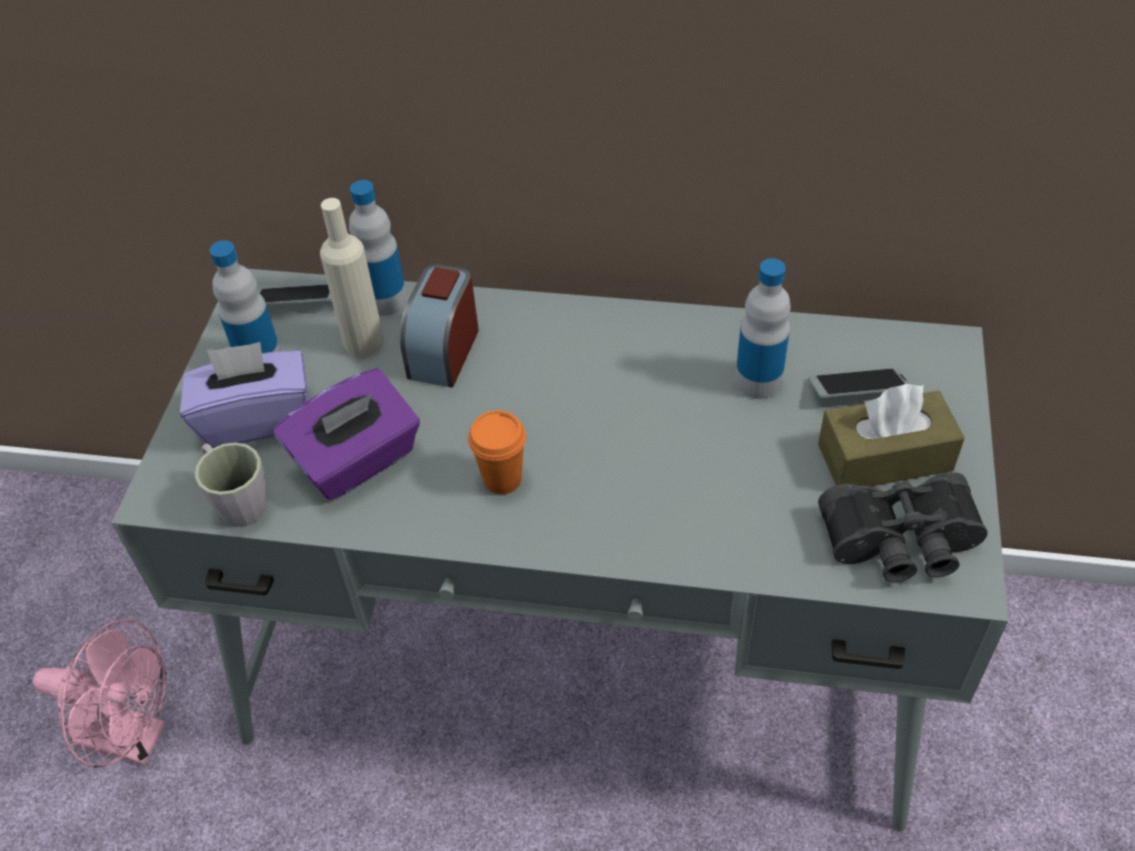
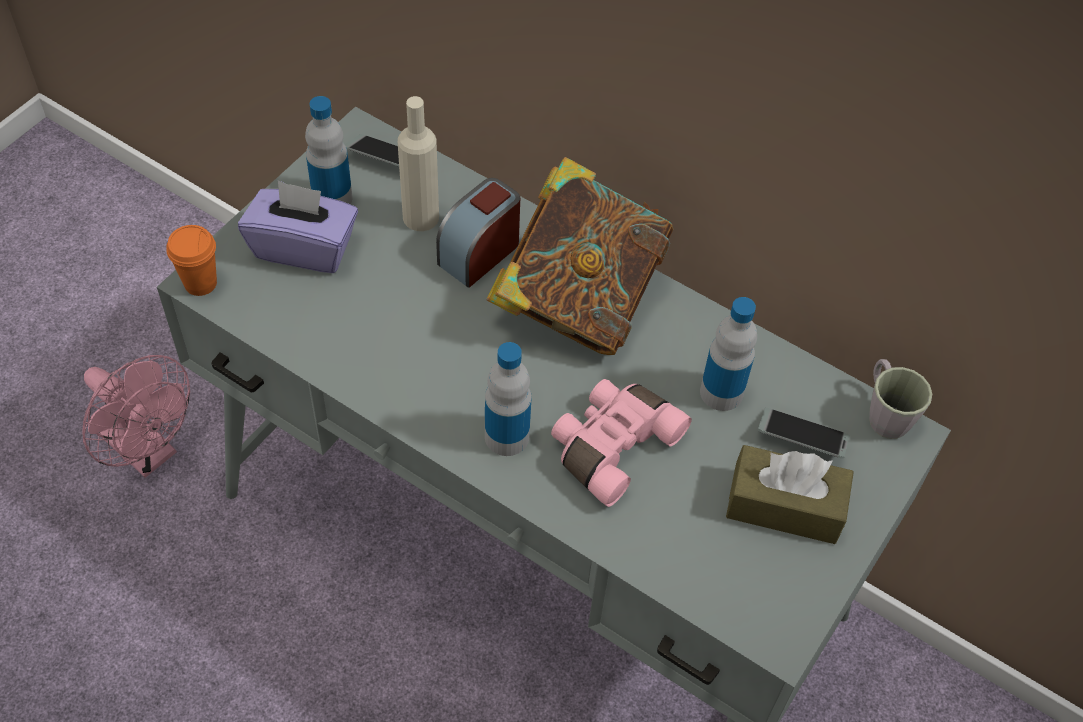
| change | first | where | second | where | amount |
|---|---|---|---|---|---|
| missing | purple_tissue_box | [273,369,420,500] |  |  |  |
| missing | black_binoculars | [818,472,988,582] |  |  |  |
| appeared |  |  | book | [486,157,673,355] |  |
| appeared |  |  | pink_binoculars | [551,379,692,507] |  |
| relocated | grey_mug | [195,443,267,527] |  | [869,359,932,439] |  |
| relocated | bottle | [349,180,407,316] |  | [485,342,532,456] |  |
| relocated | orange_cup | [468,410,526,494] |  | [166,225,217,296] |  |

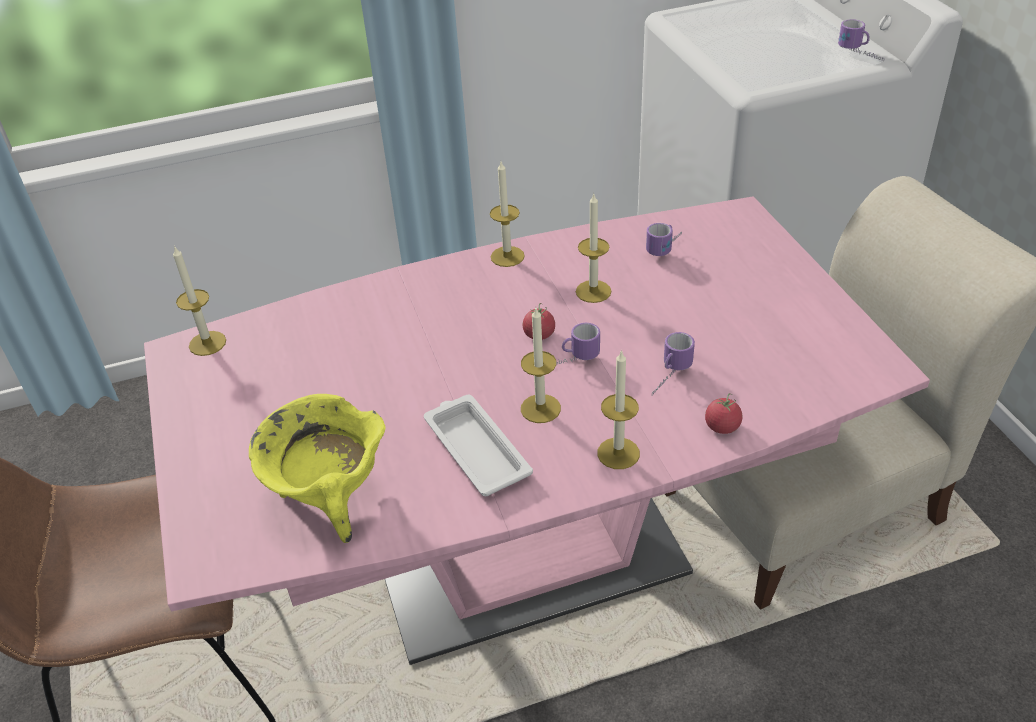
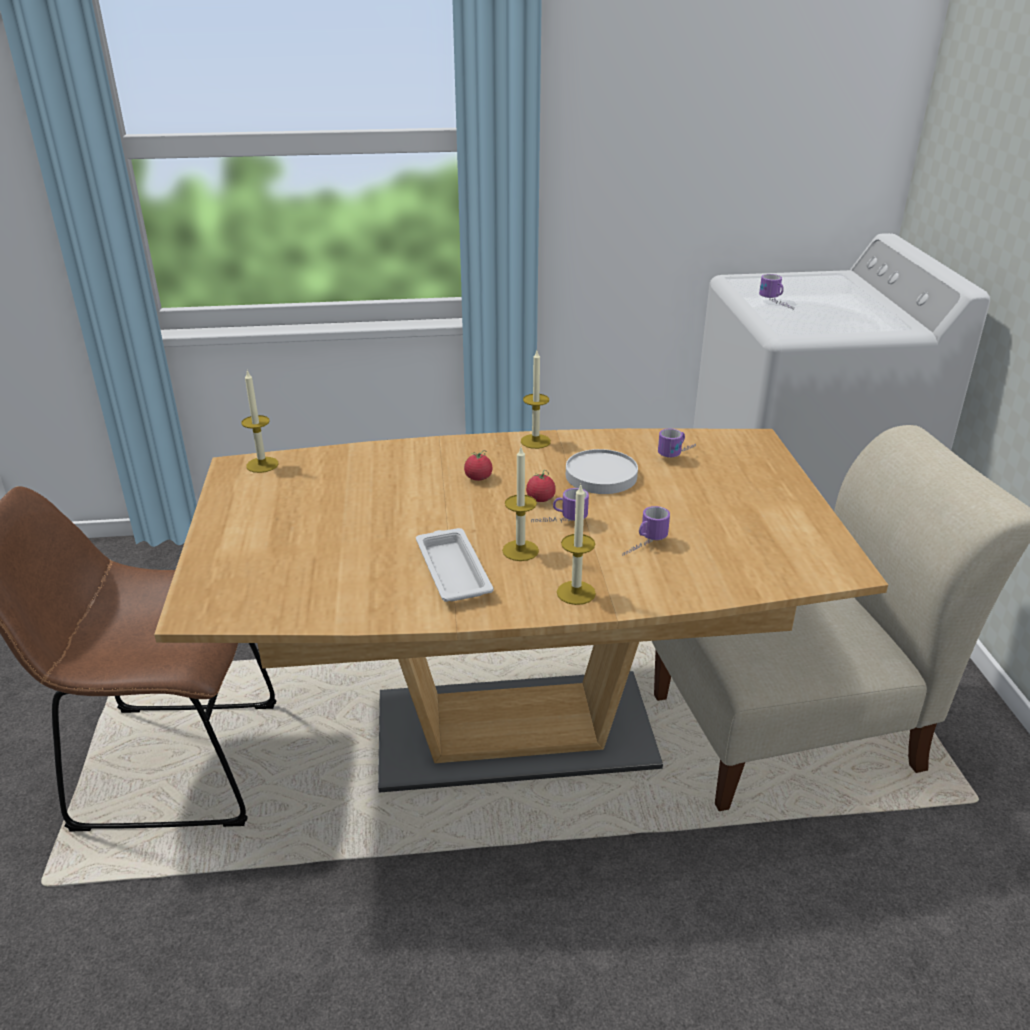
| change | first | where | second | where | amount |
|---|---|---|---|---|---|
| missing | yellow_cooking_pot | [249,394,385,543] |  |  |  |
| relocated | tomato | [705,393,742,434] |  | [464,450,493,481] |  |
| relocated | mug | [838,19,885,61] |  | [759,274,794,310] |  |
| exchanged | candle | [576,194,612,303] | white_plate | [566,449,638,494] |  |
| colour | pink_dining_table | [144,196,930,665] | brown_dining_table | [154,428,888,793] |  |

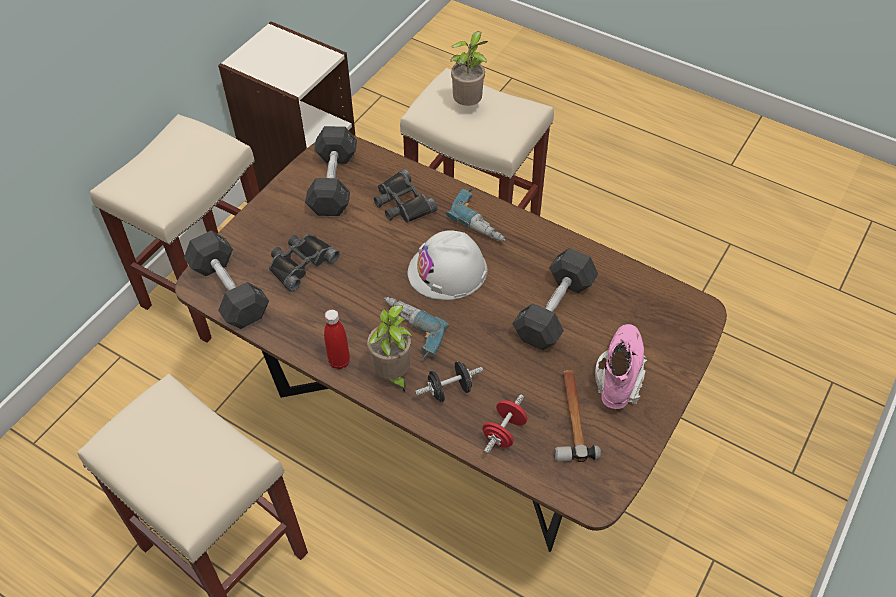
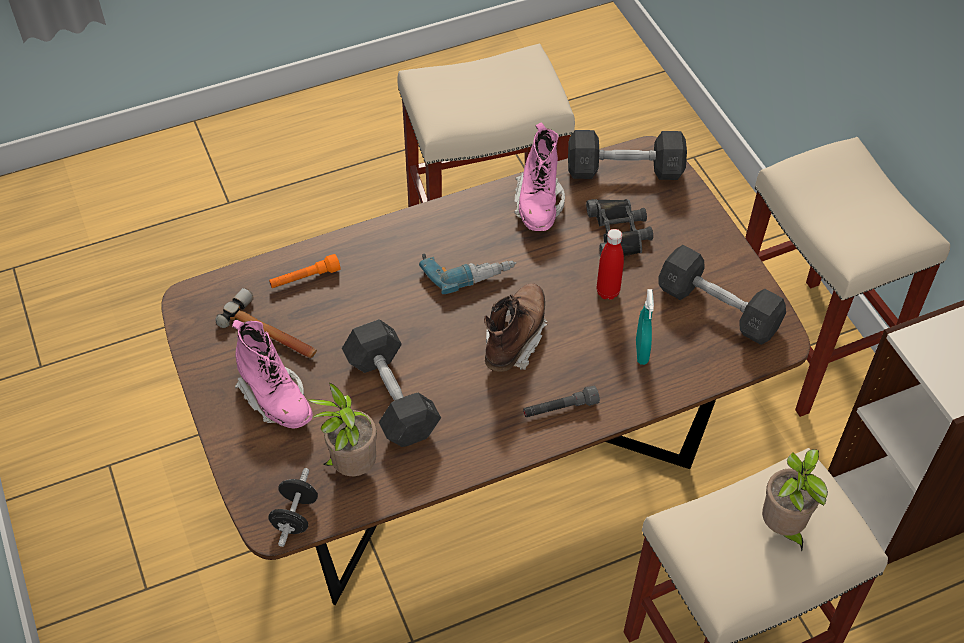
| change | first | where | second | where | amount |
|---|---|---|---|---|---|
| appeared |  |  | pink_boot | [514,122,565,231] |  |
| relocated | red_bottle | [324,309,350,369] |  | [597,229,624,300] |  |
| relocated | potted_plant | [367,305,413,393] |  | [308,382,377,476] |  |
| relocated | black_dumbbell | [415,361,483,402] |  | [268,468,318,547] |  |
| exchanged | black_binoculars | [374,169,437,223] | turquoise_spray_bottle | [636,289,654,365] |  |
| exchanged | white_hard_hat | [408,230,488,300] | brown_boot | [484,283,548,372] |  |
| exchanged | power_drill | [446,188,506,242] | grey_flashlight | [523,386,600,417] |  |
| exchanged | red_dumbbell | [482,394,527,454] | orange_flashlight | [269,254,341,288] |  |

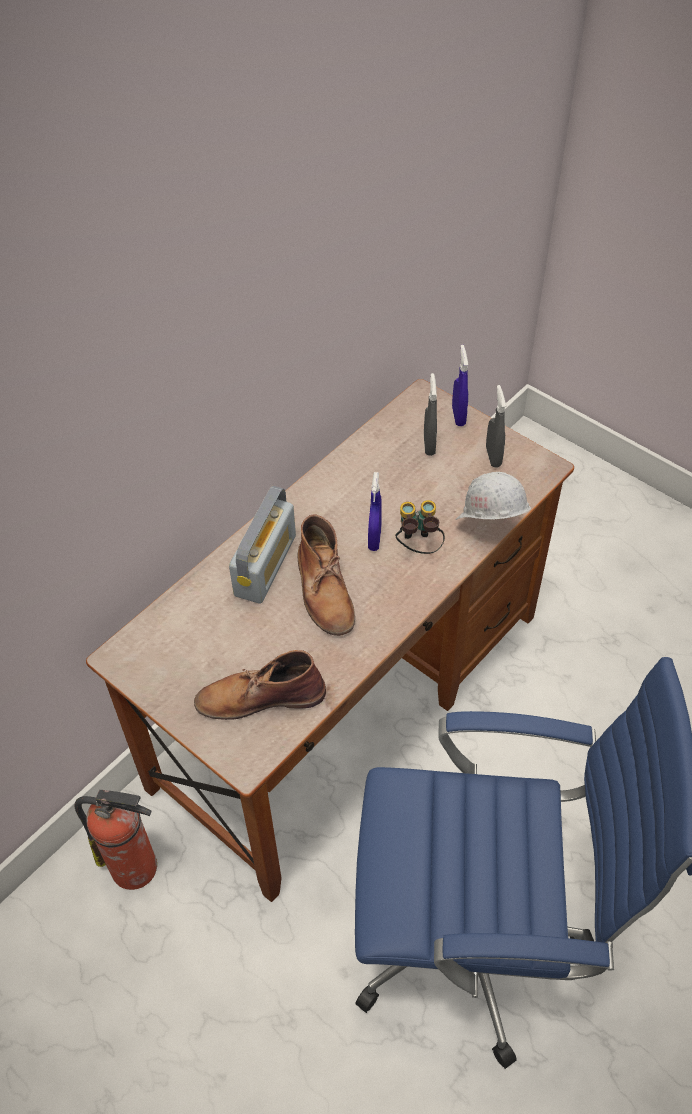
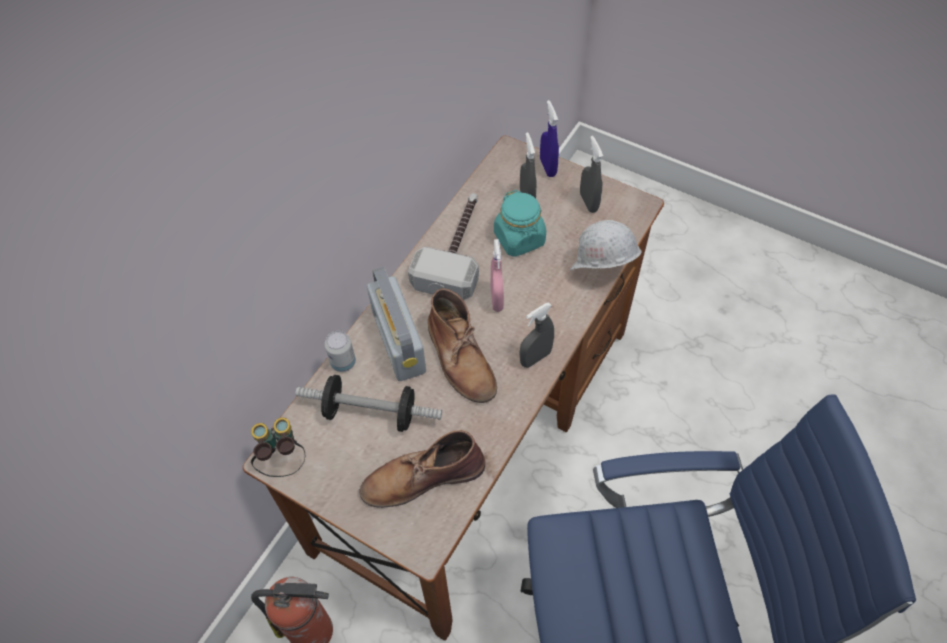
| change | first | where | second | where | amount |
|---|---|---|---|---|---|
| appeared |  |  | dumbbell | [296,375,442,432] |  |
| appeared |  |  | can | [325,331,356,372] |  |
| appeared |  |  | hammer | [408,193,479,300] |  |
| appeared |  |  | turquoise_jar | [494,190,546,257] |  |
| appeared |  |  | grey_spray_bottle | [519,302,554,368] |  |
| relocated | binoculars | [395,500,445,554] |  | [251,418,305,477] |  |
| colour | blue_spray_bottle | [368,472,382,551] | pink_spray_bottle | [491,239,504,312] |  |
| spun | radio | [229,486,296,604] |  | [367,267,426,381] | 150 degrees clockwise |

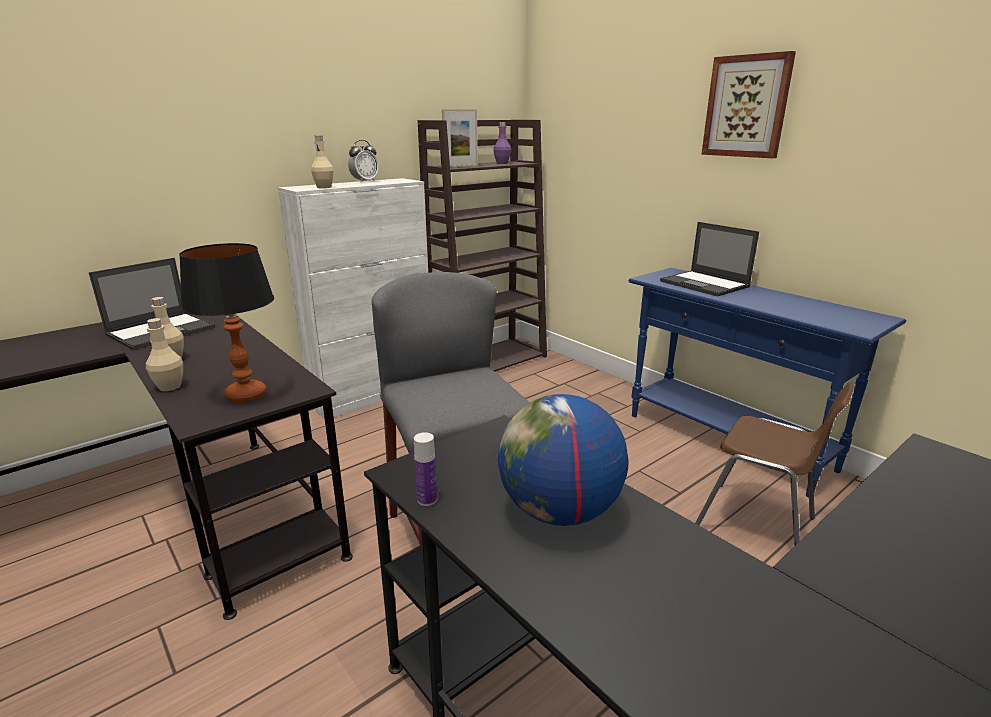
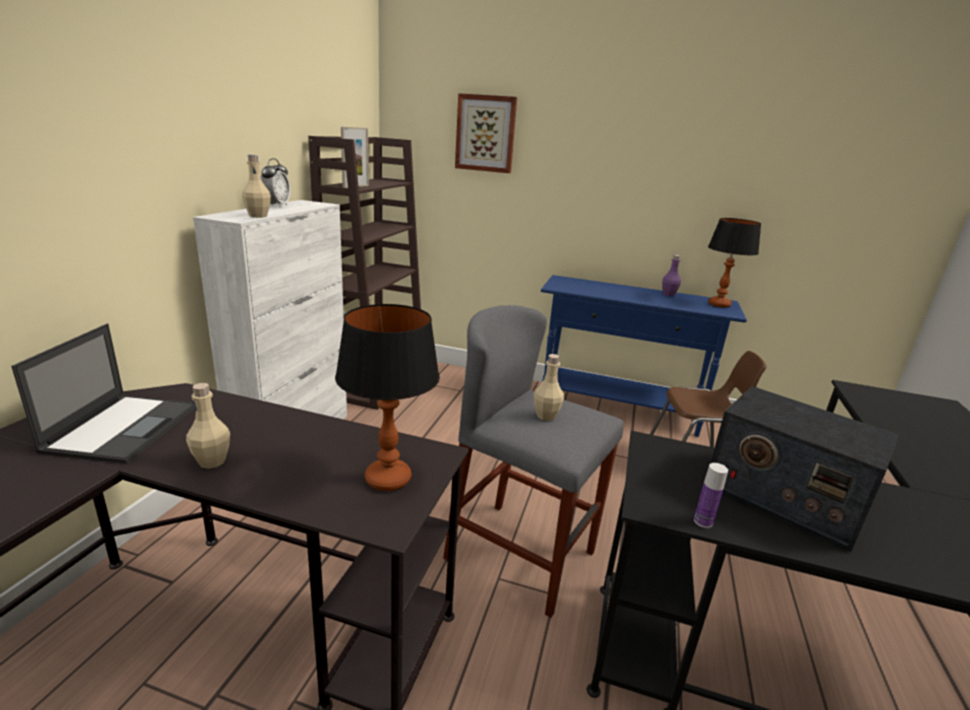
| change | first | where | second | where | amount |
|---|---|---|---|---|---|
| missing | laptop | [660,222,759,297] |  |  |  |
| appeared |  |  | table_lamp | [708,218,761,308] |  |
| relocated | beige_bottle | [146,318,183,391] |  | [534,354,564,421] |  |
| relocated | purple_bottle | [494,122,511,164] |  | [662,255,681,296] |  |
| relocated | picture | [701,51,796,158] |  | [455,93,517,173] |  |
| exchanged | globe | [498,394,628,526] | radio | [710,386,899,552] |  |

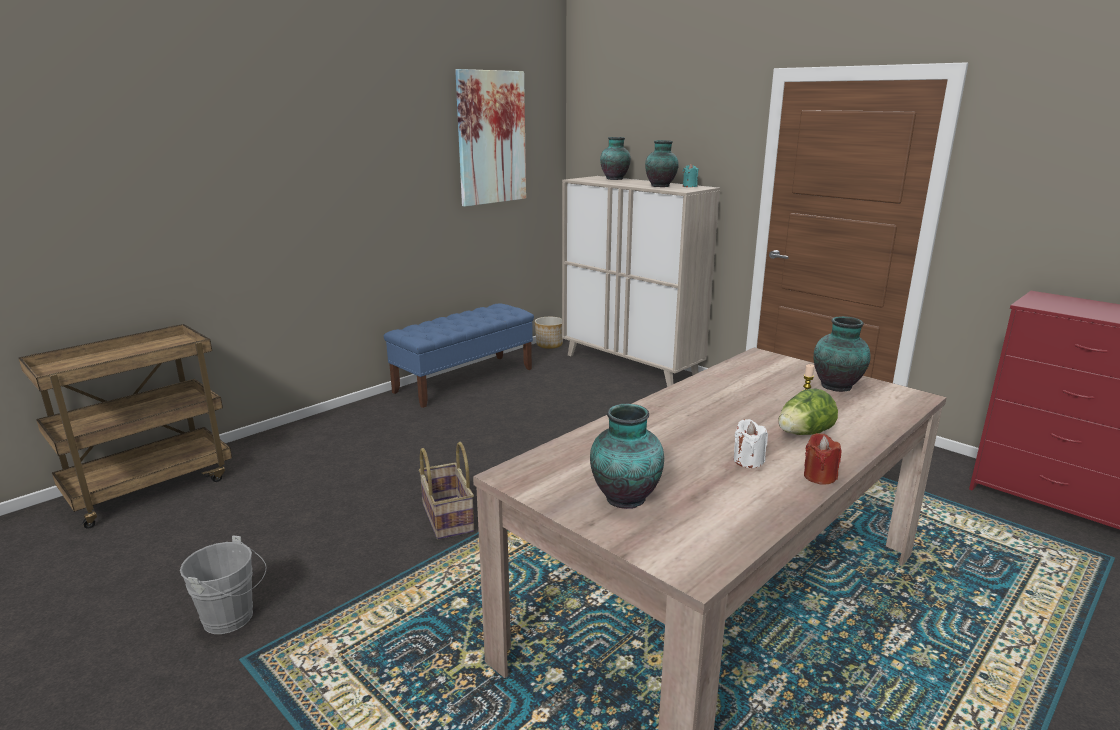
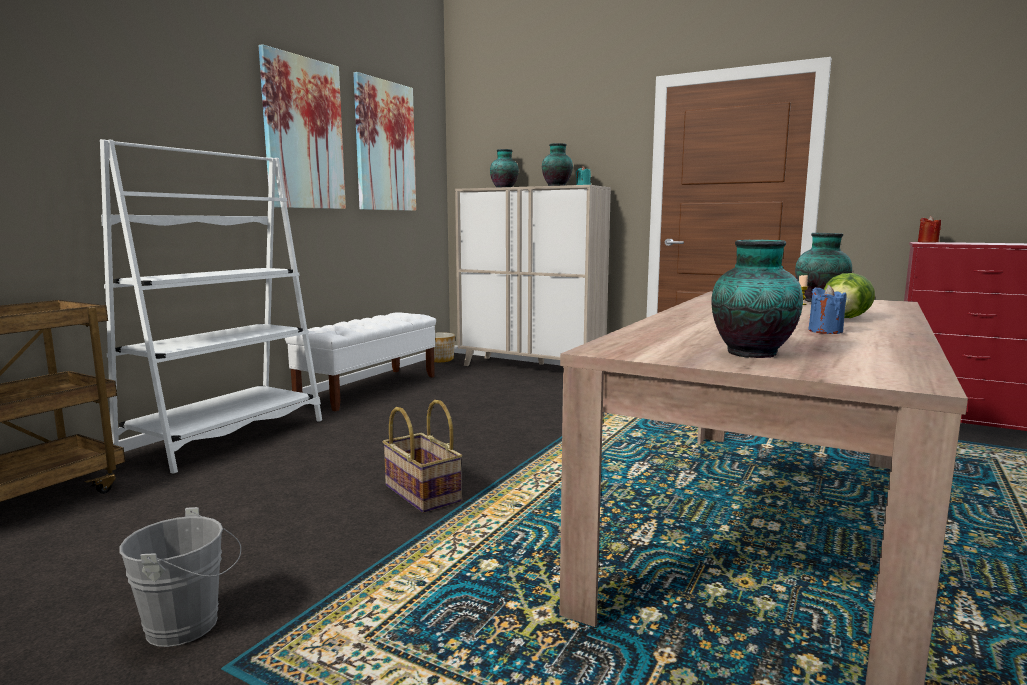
| change | first | where | second | where | amount |
|---|---|---|---|---|---|
| appeared |  |  | white_bookcase | [100,139,322,473] |  |
| appeared |  |  | picture | [259,44,346,209] |  |
| relocated | red_candle | [804,433,842,484] |  | [918,216,941,243] |  |
| colour | blue_bench | [384,303,534,408] | white_bench | [285,312,436,411] |  |
| colour | white_candle | [734,419,768,468] | blue_candle | [808,285,847,334] |  |

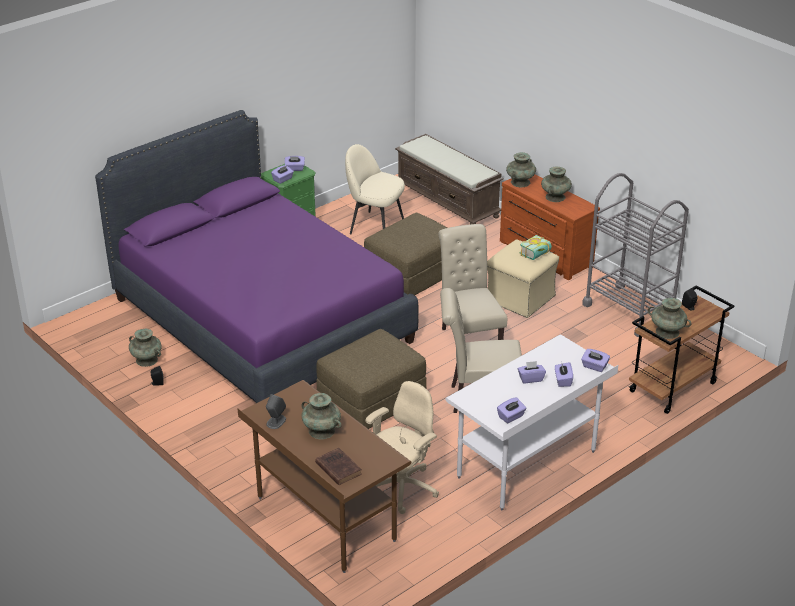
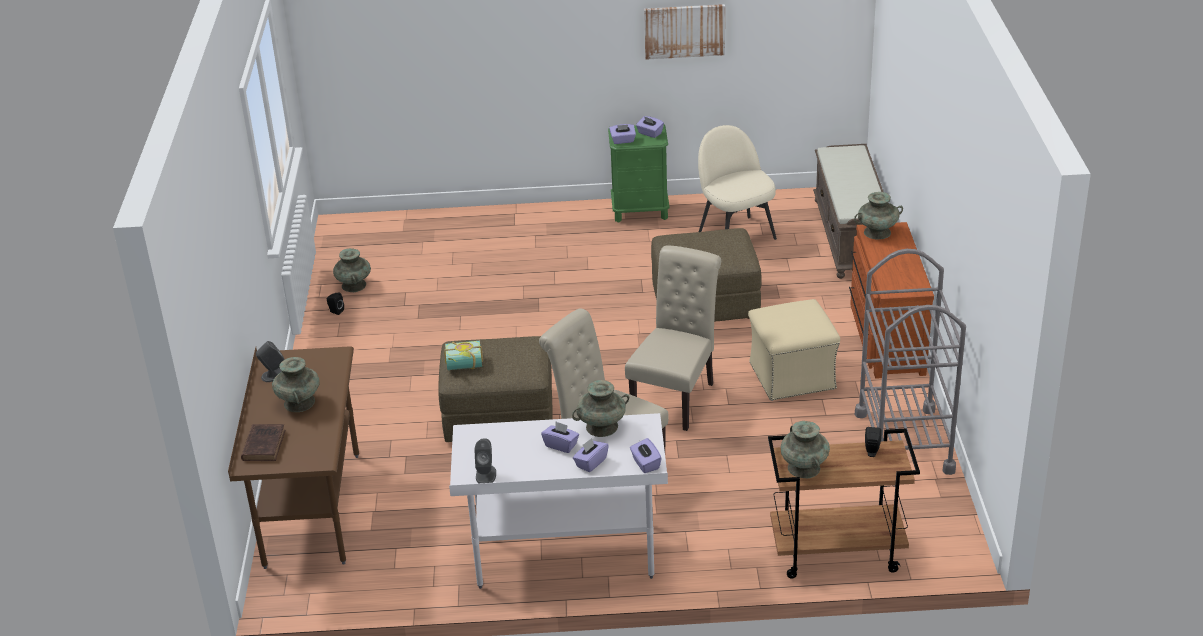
| change | first | where | second | where | amount |
|---|---|---|---|---|---|
| missing | purple_bed | [95,110,419,403] |  |  |  |
| missing | beige_office_chair | [366,381,439,514] |  |  |  |
| appeared |  |  | picture | [644,4,725,60] |  |
| relocated | book | [520,235,552,260] |  | [444,341,483,370] |  |
| relocated | turquoise_vase | [541,167,572,202] |  | [572,380,629,437] |  |
| exchanged | purple_tissue_box | [497,397,526,423] | grey_speaker | [474,438,496,483] |  |

